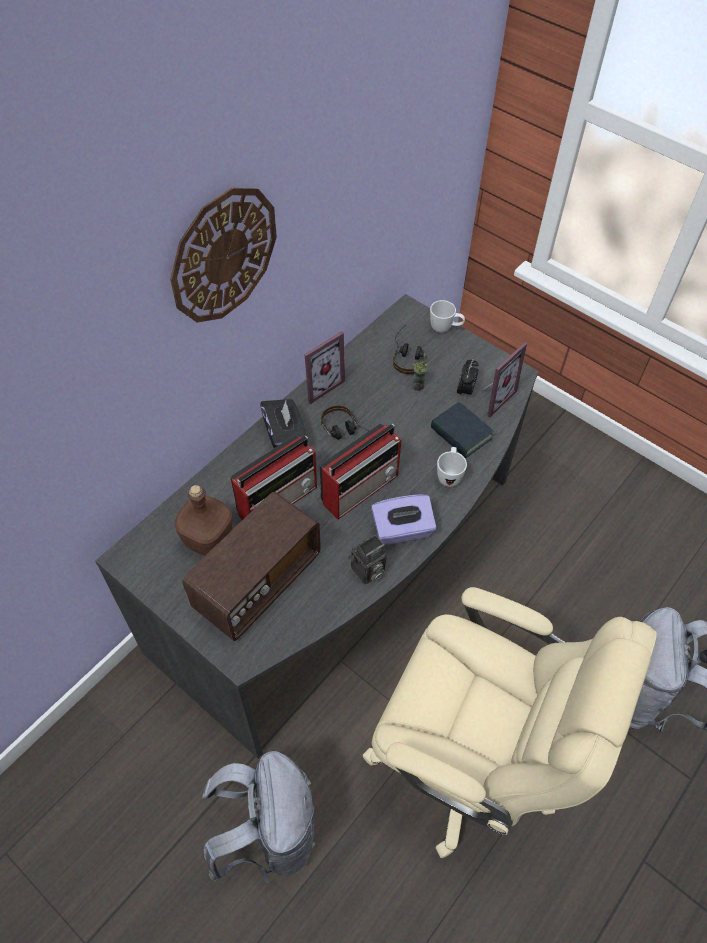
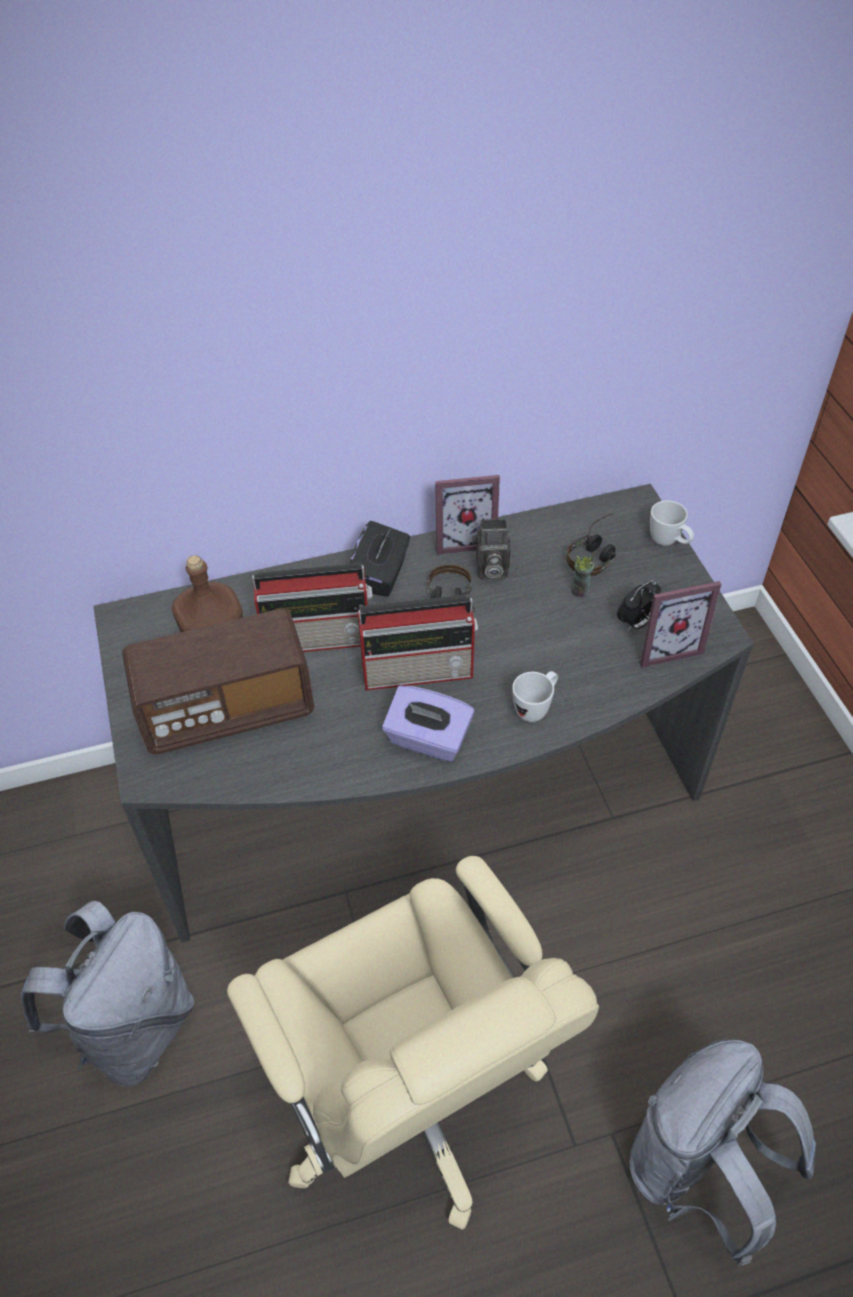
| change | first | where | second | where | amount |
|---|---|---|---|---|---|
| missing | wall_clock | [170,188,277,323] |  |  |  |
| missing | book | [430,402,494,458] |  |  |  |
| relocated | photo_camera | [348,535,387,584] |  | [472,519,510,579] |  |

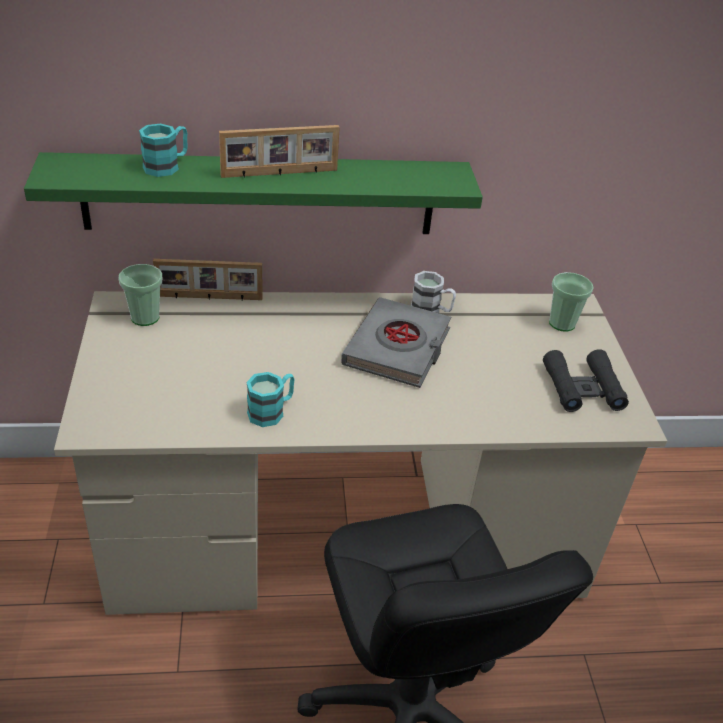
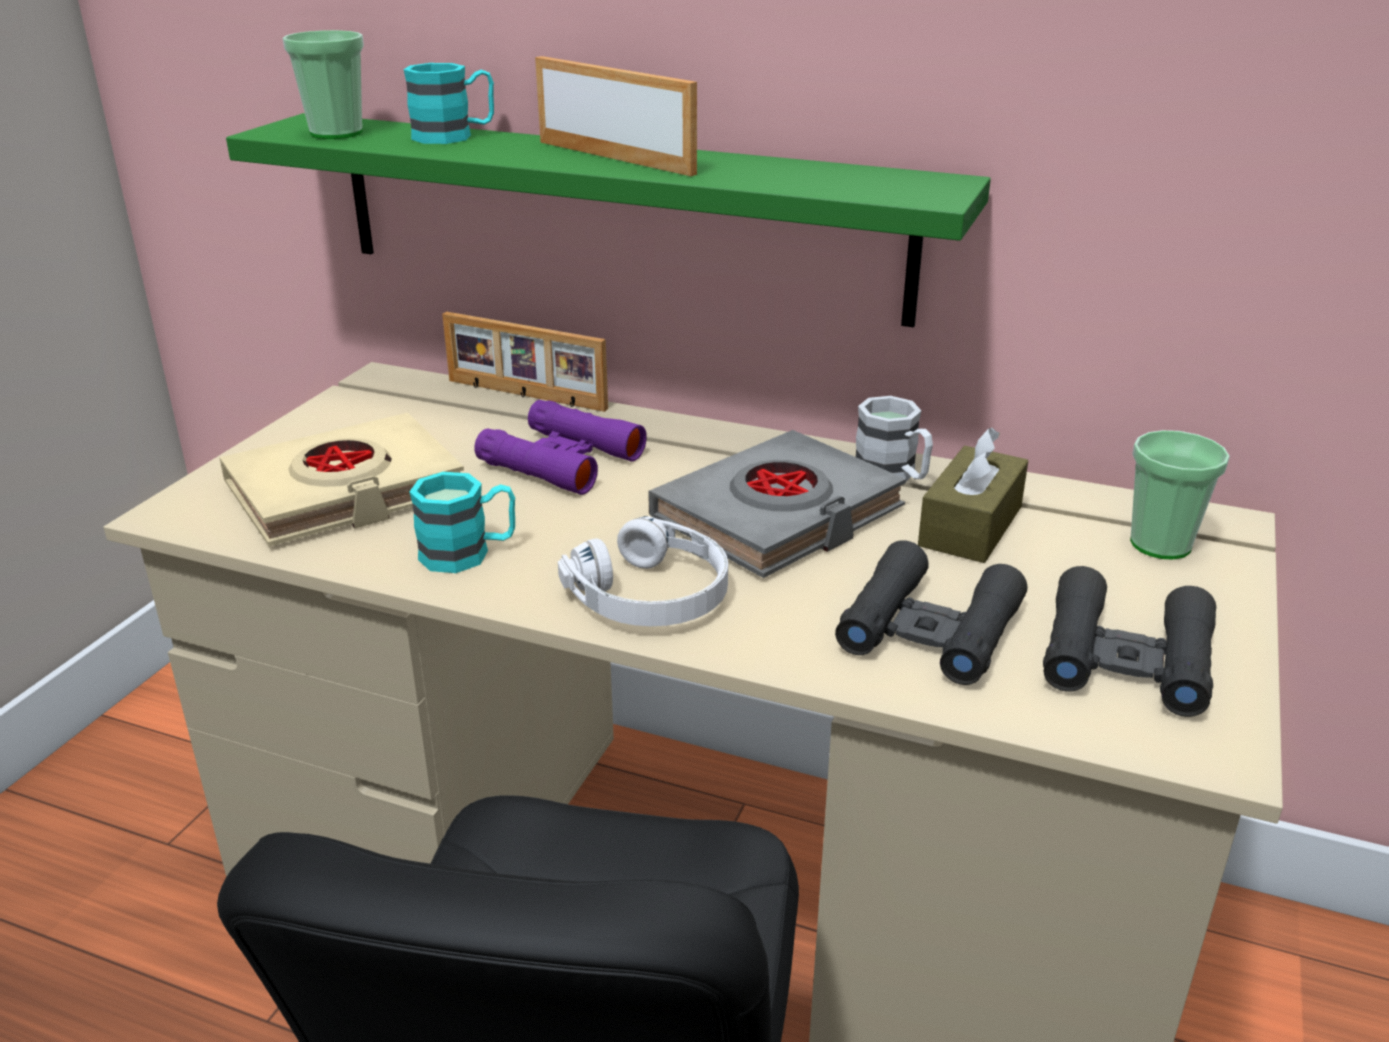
| change | first | where | second | where | amount |
|---|---|---|---|---|---|
| appeared |  |  | beige_book | [219,413,464,547] |  |
| appeared |  |  | purple_binoculars | [474,400,647,495] |  |
| appeared |  |  | white_headphones | [558,516,728,626] |  |
| appeared |  |  | black_binoculars | [835,540,1027,685] |  |
| appeared |  |  | brown_tissue_box | [918,427,1028,563] |  |
| relocated | cup | [118,264,162,326] |  | [282,30,364,139] |  |
| spun | picture_frame | [219,125,340,178] |  | [535,56,697,176] | 150 degrees counterclockwise |

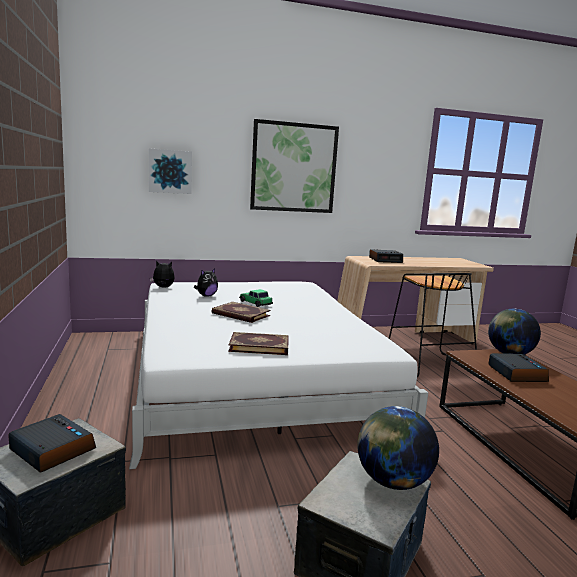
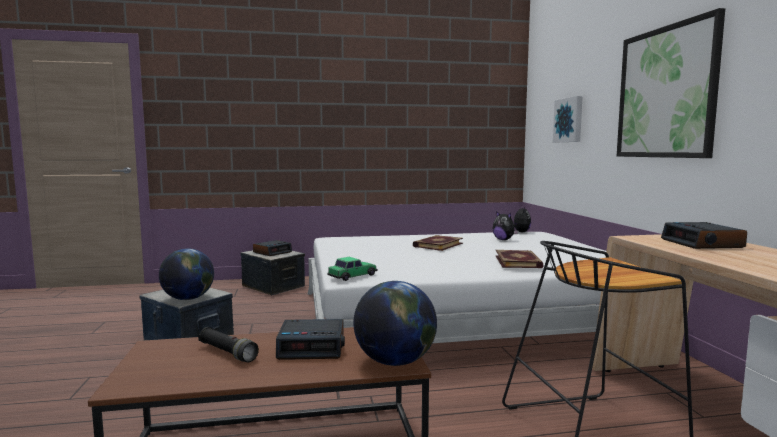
| change | first | where | second | where | amount |
|---|---|---|---|---|---|
| appeared |  |  | black_flashlight | [198,327,259,362] |  |
| relocated | book | [228,332,289,355] |  | [495,250,544,268] |  |
| relocated | toy_car | [239,289,273,307] |  | [327,257,377,281] |  |

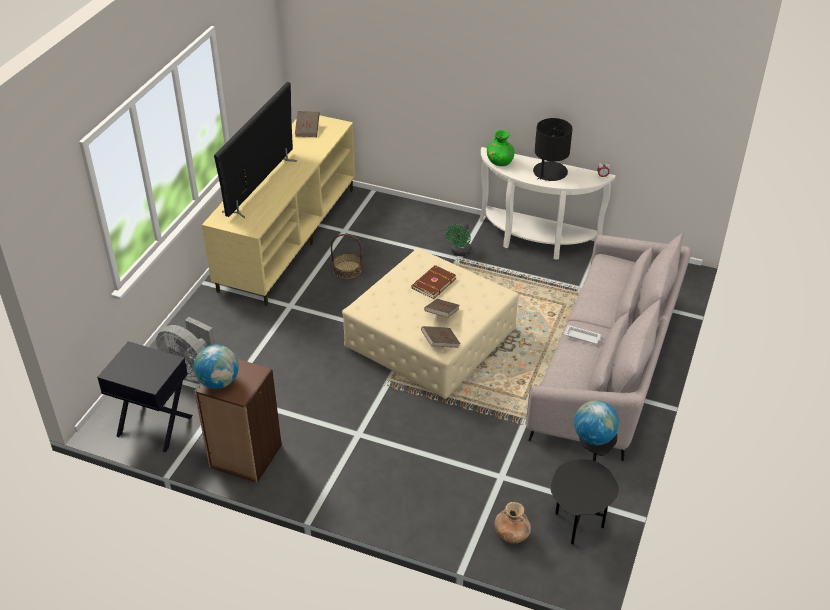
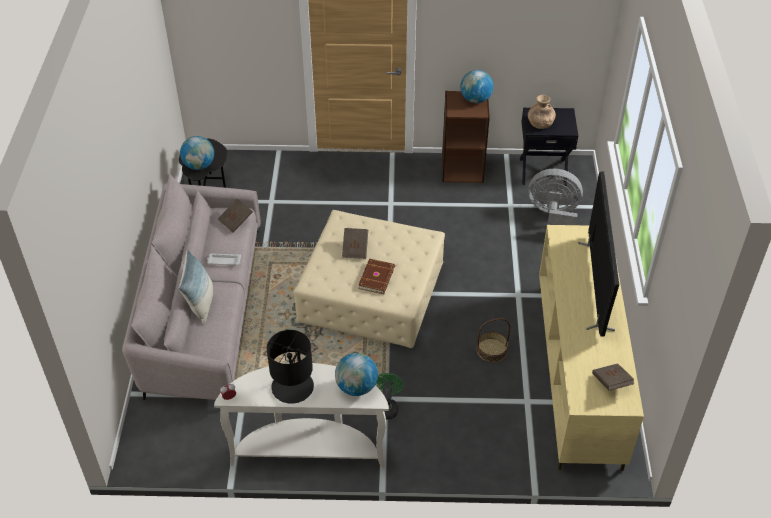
| change | first | where | second | where | amount |
|---|---|---|---|---|---|
| appeared |  |  | pillow | [178,249,213,324] |  |
| relocated | brown_book | [421,326,461,348] |  | [218,198,253,233] |  |
| relocated | brown_vase | [495,502,531,544] |  | [528,95,556,129] |  |
| exchanged | green_vase | [487,130,514,166] | globe | [335,353,378,396] |  |

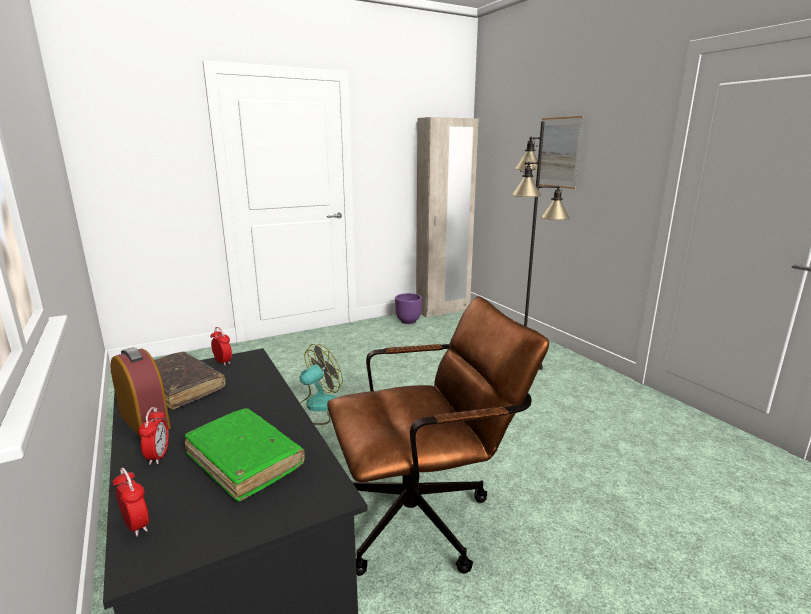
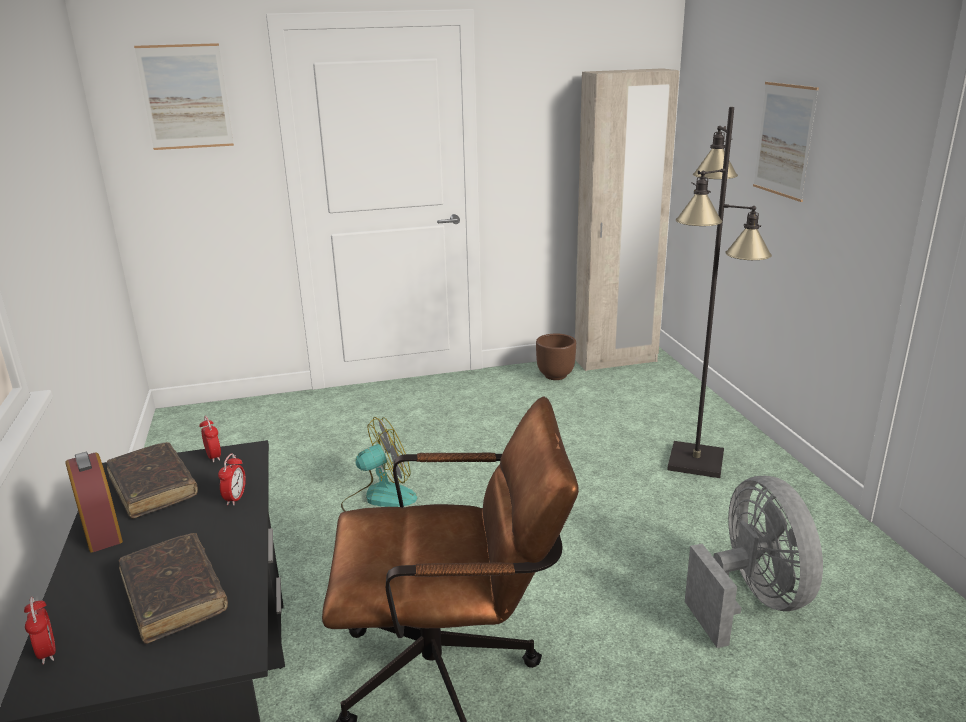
| change | first | where | second | where | amount |
|---|---|---|---|---|---|
| appeared |  |  | picture | [134,43,234,150] |  |
| appeared |  |  | grey_fan | [685,476,823,648] |  |
| relocated | alarm_clock | [139,407,169,465] |  | [218,453,246,505] |  |
| colour | green_book | [185,408,305,502] | brown_book | [119,533,228,644] |  |
| colour | purple_planter | [395,293,422,324] | brown_planter | [536,334,576,380] |  |

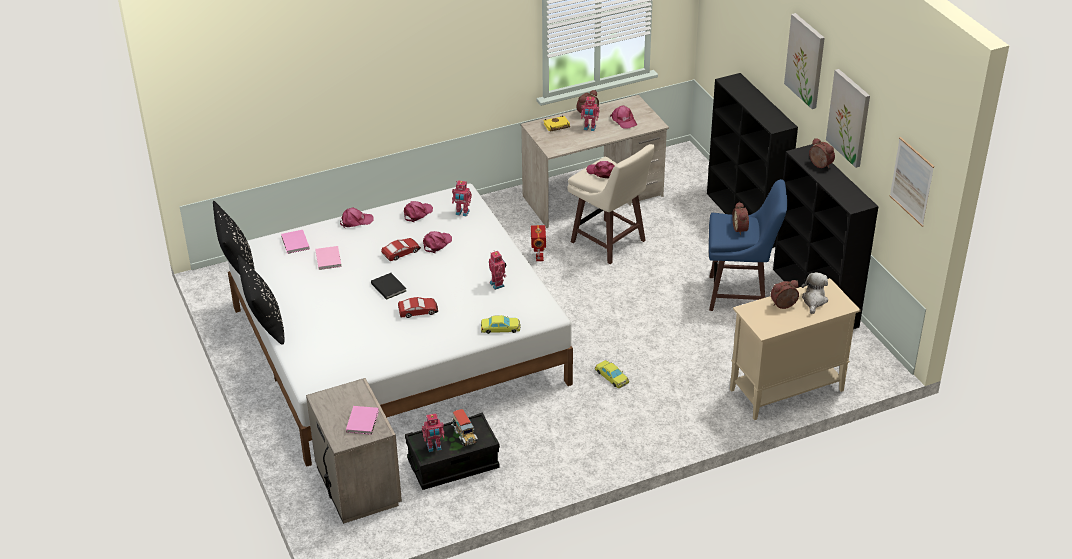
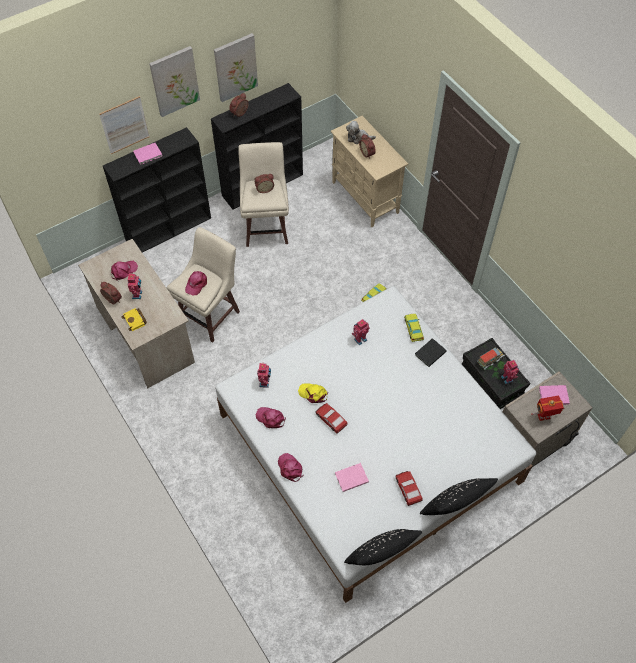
| change | first | where | second | where | amount |
|---|---|---|---|---|---|
| relocated | pink_book | [281,230,310,254] |  | [133,143,162,165] |  |
| relocated | black_book | [371,273,406,300] |  | [415,338,447,367] |  |
| relocated | toy_car | [398,297,438,318] |  | [396,471,423,506] |  |
| relocated | toy_robot | [531,225,546,261] |  | [531,395,564,421] |  |
| relocated | picture | [890,137,934,227] |  | [99,96,150,154] |  |
| colour | pink_cap | [423,231,452,253] | yellow_cap | [298,383,328,403] |  |
| colour | blue_stool | [709,179,787,311] | beige_stool | [238,142,289,247] |  |

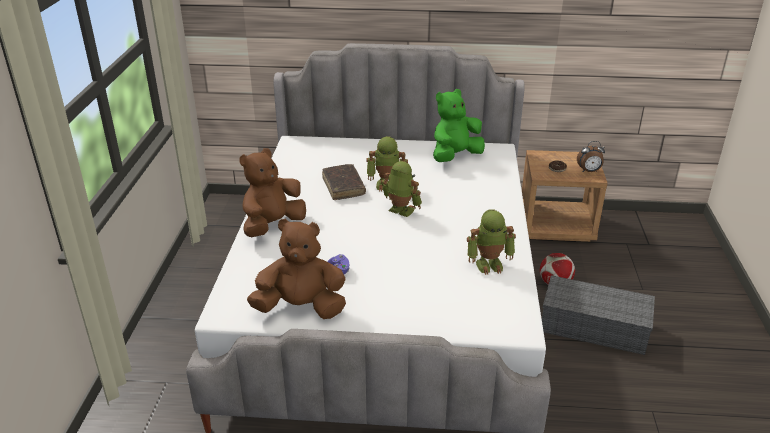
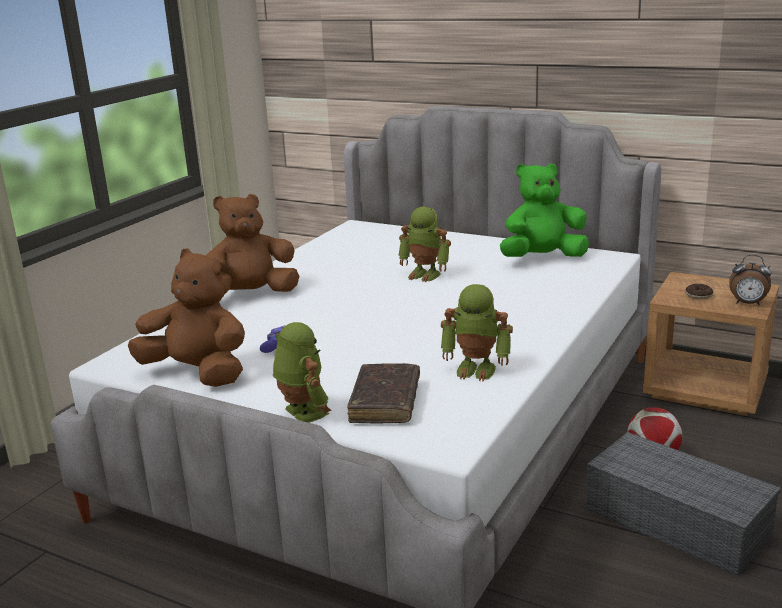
| change | first | where | second | where | amount |
|---|---|---|---|---|---|
| relocated | brown_book | [322,164,366,200] |  | [347,363,420,423] |  |
| relocated | toy_robot | [381,161,422,217] |  | [273,322,332,423] |  |

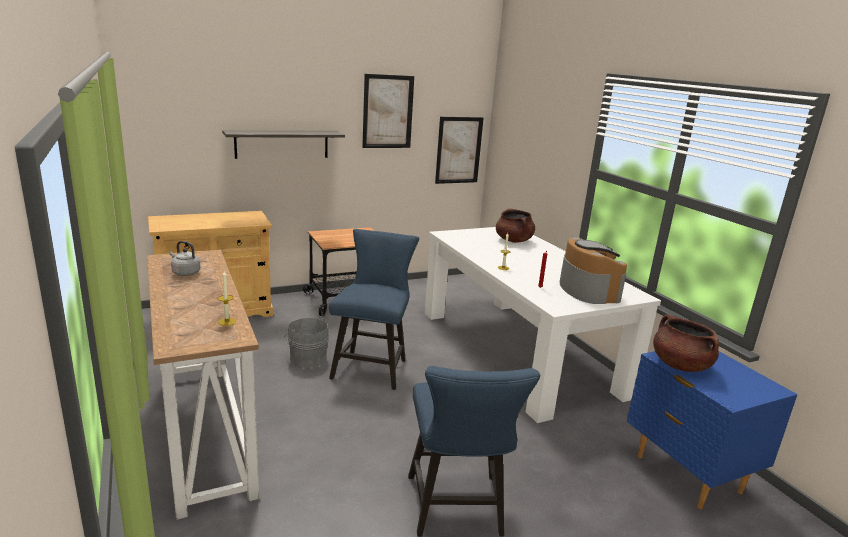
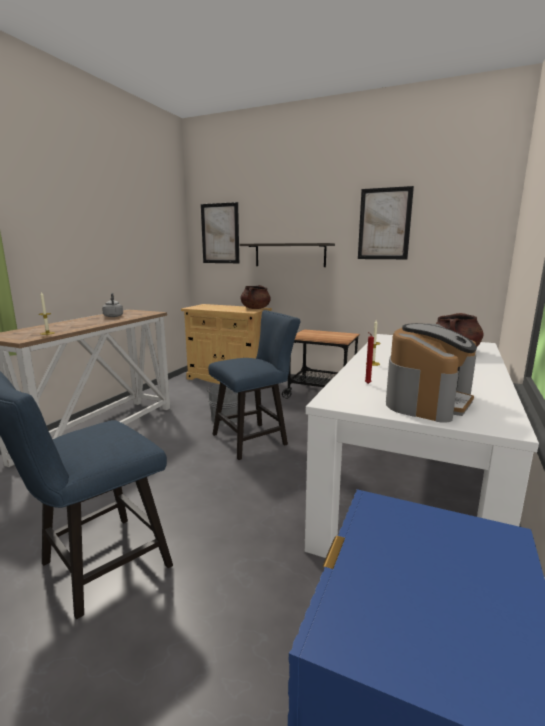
| change | first | where | second | where | amount |
|---|---|---|---|---|---|
| relocated | picture | [435,117,484,184] |  | [201,202,239,263] |  |
| relocated | brown_cooking_pot | [653,314,719,372] |  | [240,285,271,309] |  |

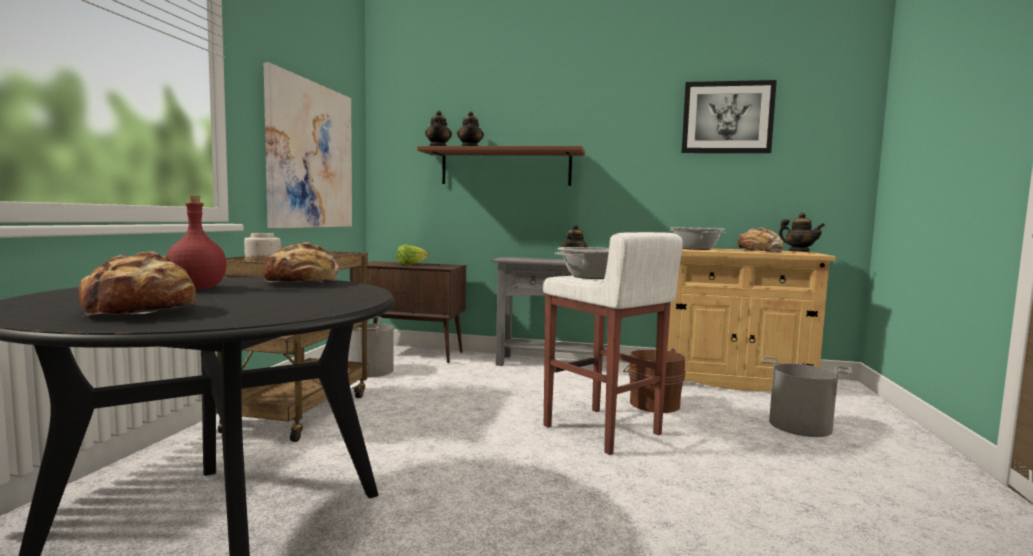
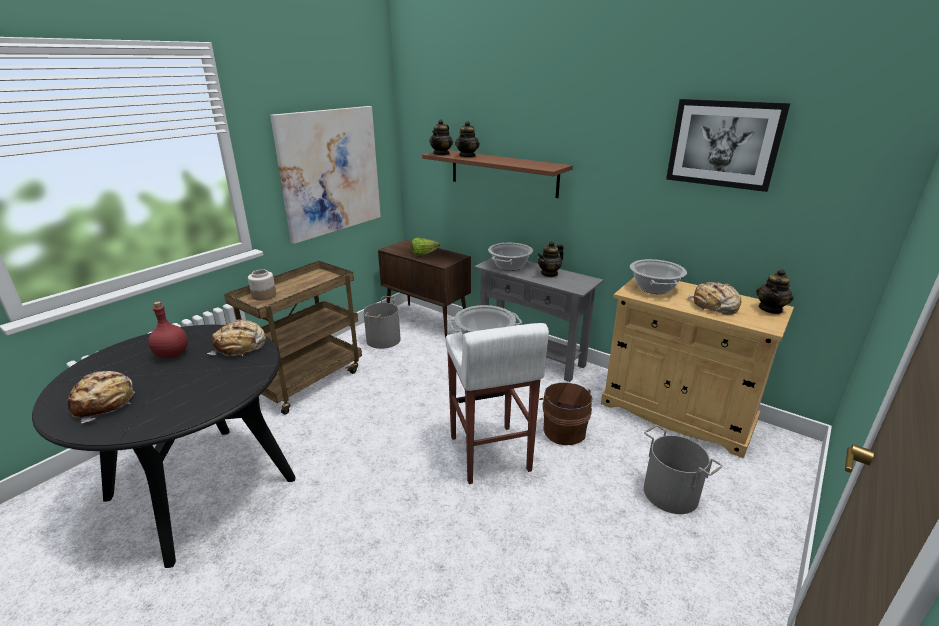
| change | first | where | second | where | amount |
|---|---|---|---|---|---|
| appeared |  |  | cooking_pot | [488,243,533,271] |  |
| spun | teapot | [778,212,825,252] |  | [756,269,794,314] | 60 degrees clockwise |

